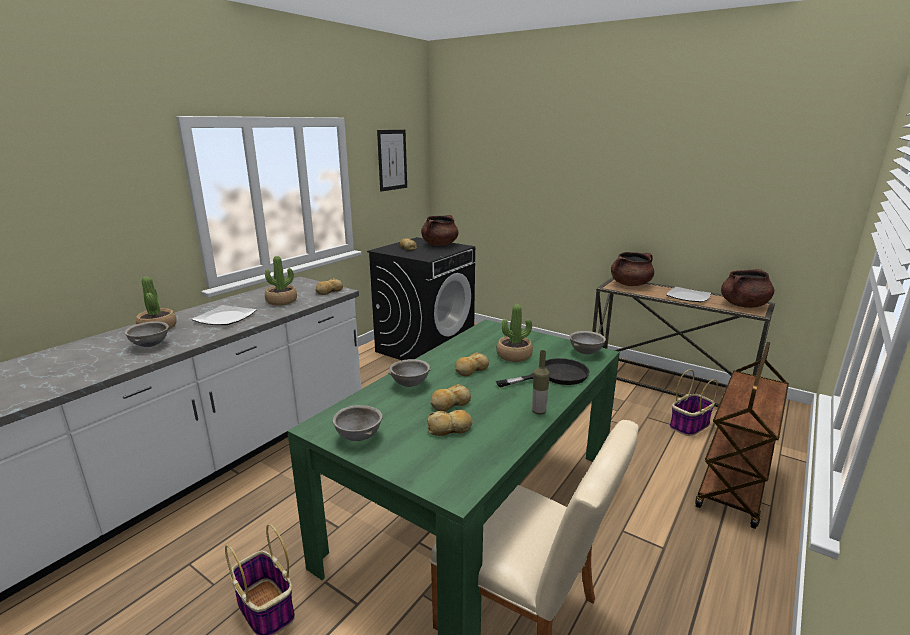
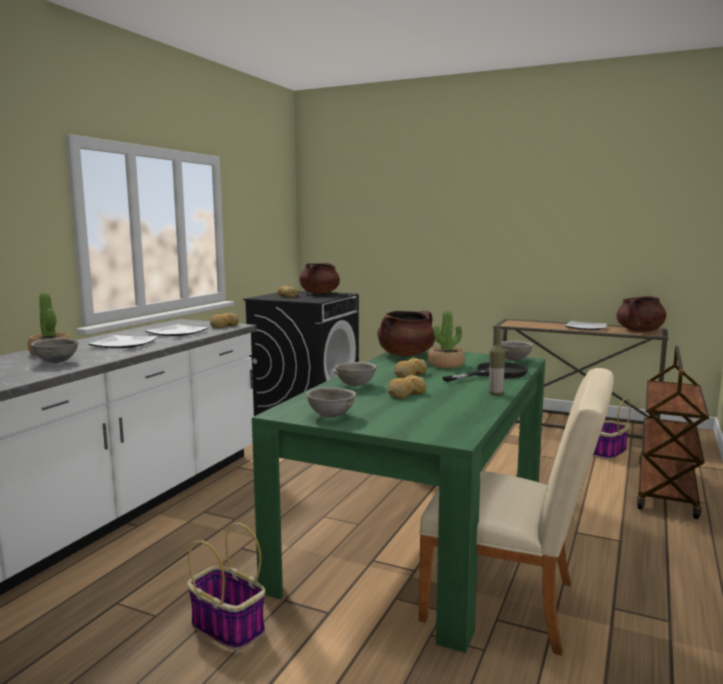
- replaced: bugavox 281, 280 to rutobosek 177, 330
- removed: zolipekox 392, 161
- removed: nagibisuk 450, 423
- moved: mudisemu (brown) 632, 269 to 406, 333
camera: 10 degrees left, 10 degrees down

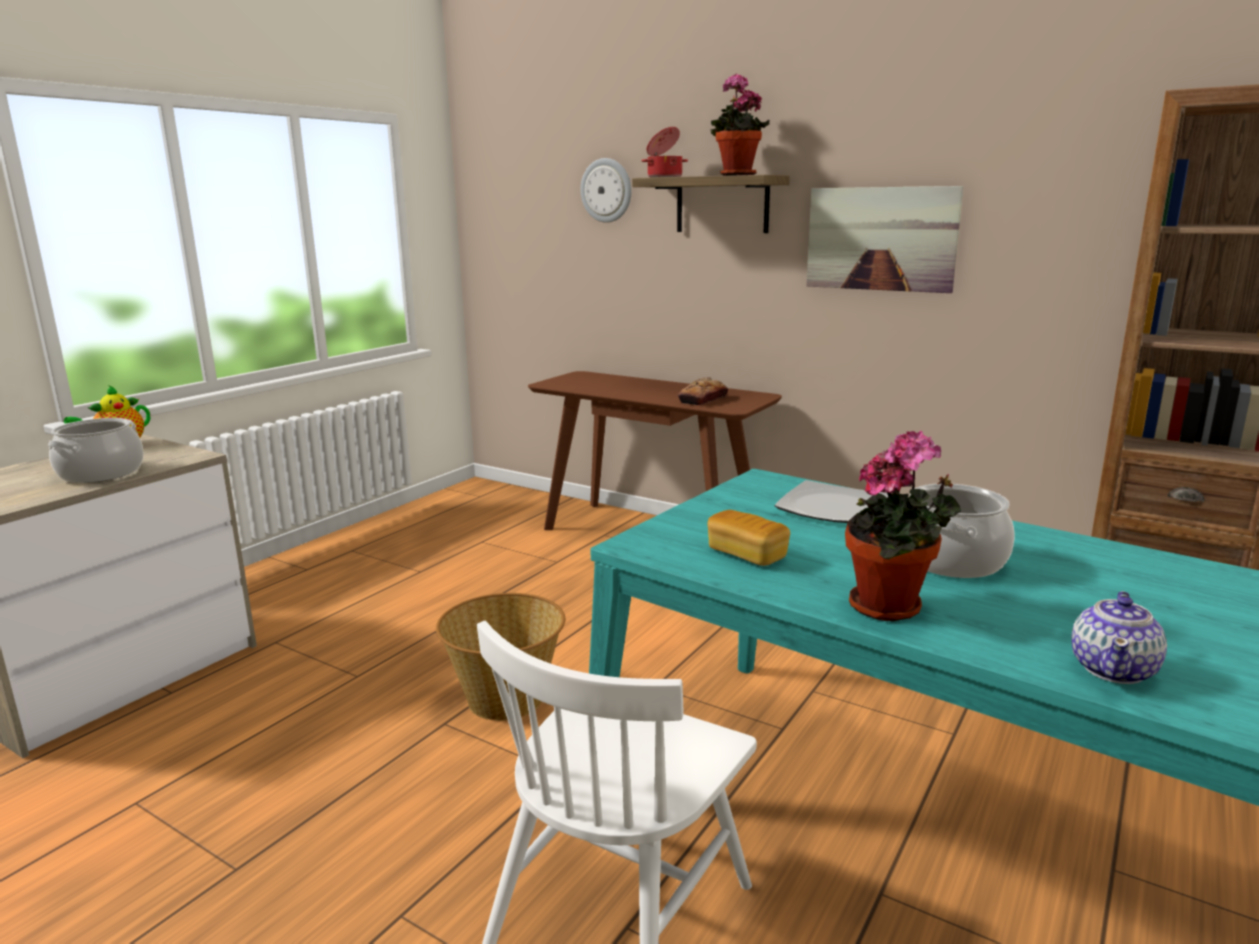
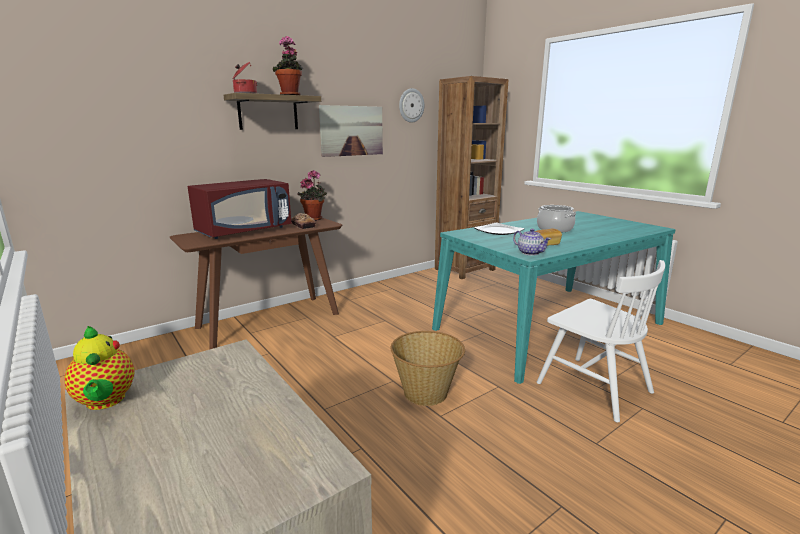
- removed: mudisemu 96, 450
- moved: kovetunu 606, 190 to 411, 105
- moved: bugavox 903, 526 to 312, 195
- moved: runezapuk 1119, 637 to 532, 242
- added: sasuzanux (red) 240, 209
camera: 70 degrees left, 0 degrees up

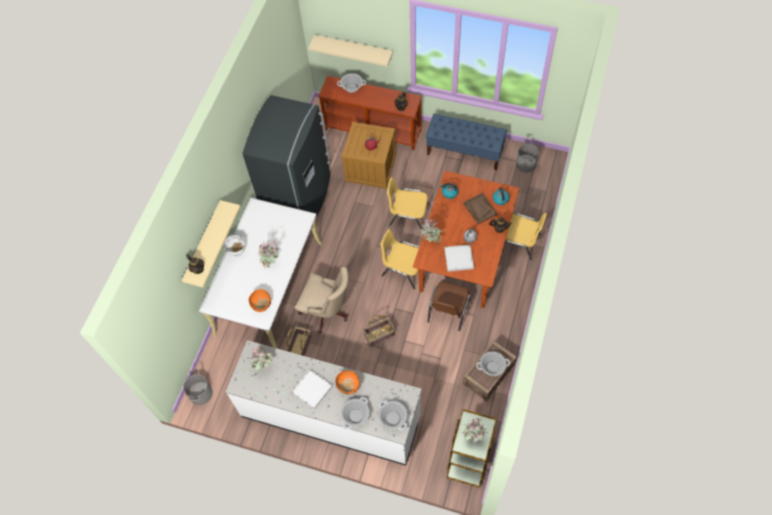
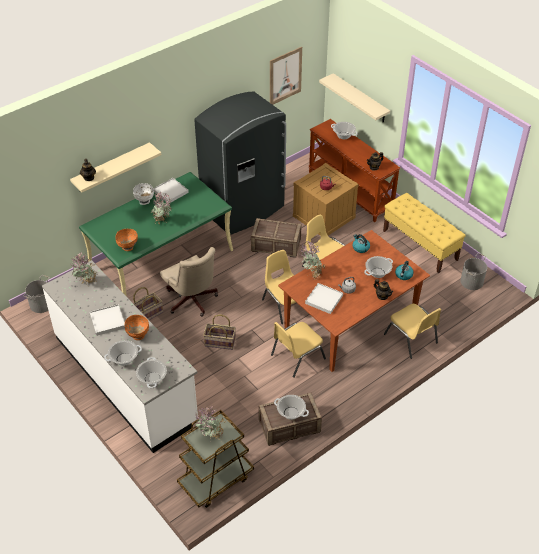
- recoloured: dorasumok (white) 260, 273 to dorasumok (green) 156, 234
- recoloured: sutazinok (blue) 466, 142 to sutazinok (yellow) 424, 233
- recoloured: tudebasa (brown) 449, 306 to tudebasa (yellow) 298, 350
- replaced: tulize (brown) 480, 208 to mudisemu 378, 267
- added: tulize (white) 171, 190
- added: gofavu 276, 238
- added: zolipekox 286, 76
camera: 30 degrees right, 15 degrees down

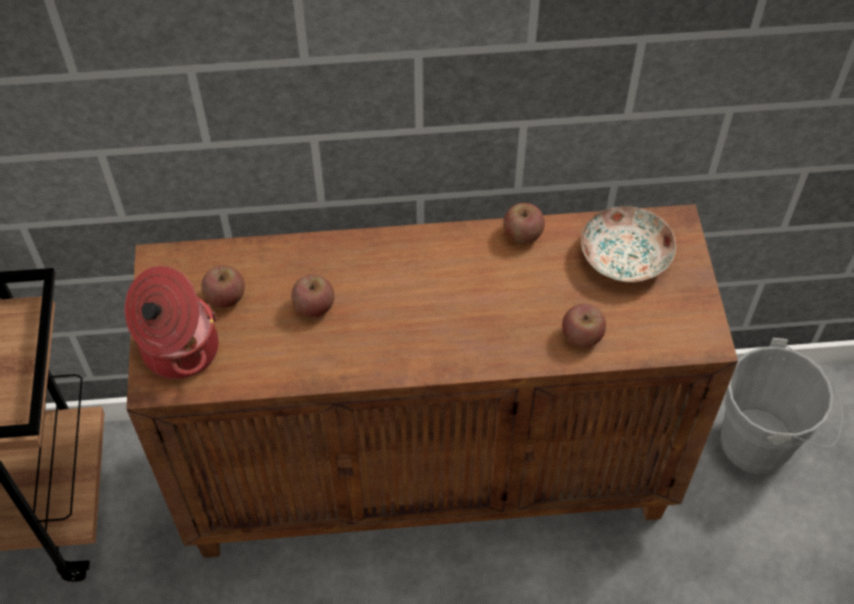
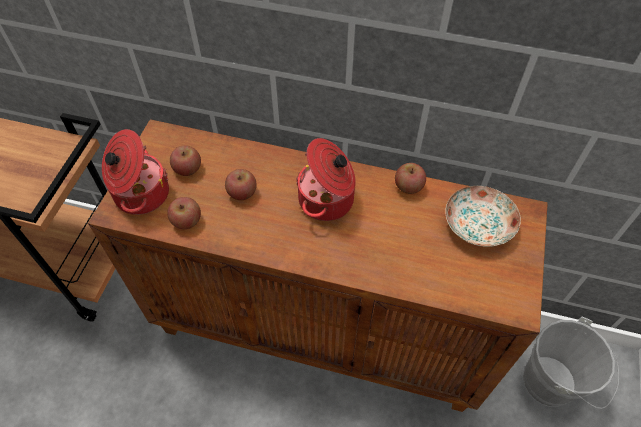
- moved: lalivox 584, 325 to 184, 213
- added: mudisemu 326, 179
camera: 20 degrees right, 0 degrees up

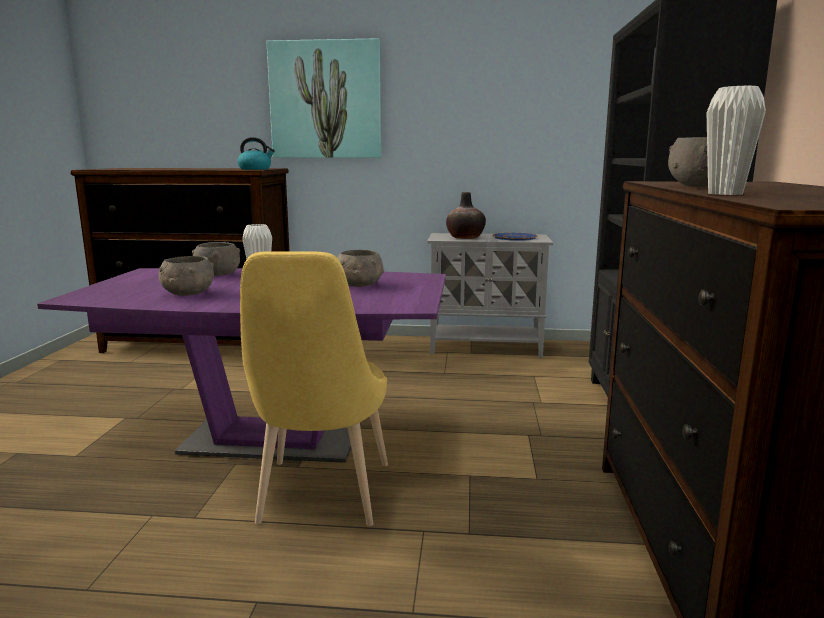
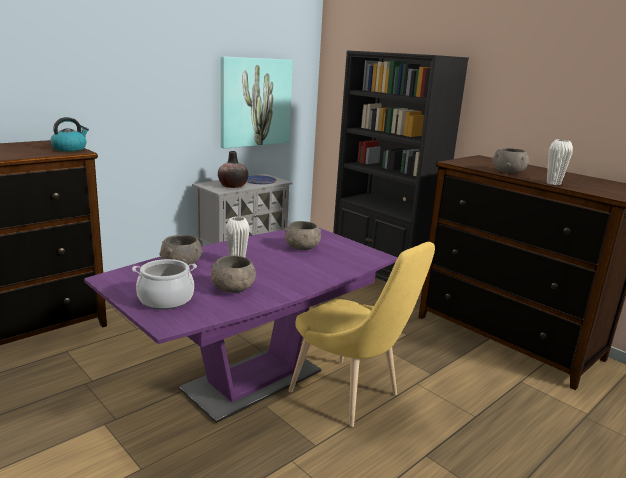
- moved: zolipekox 323, 98 to 257, 102
- added: mudisemu 164, 284
camera: 50 degrees left, 5 degrees up

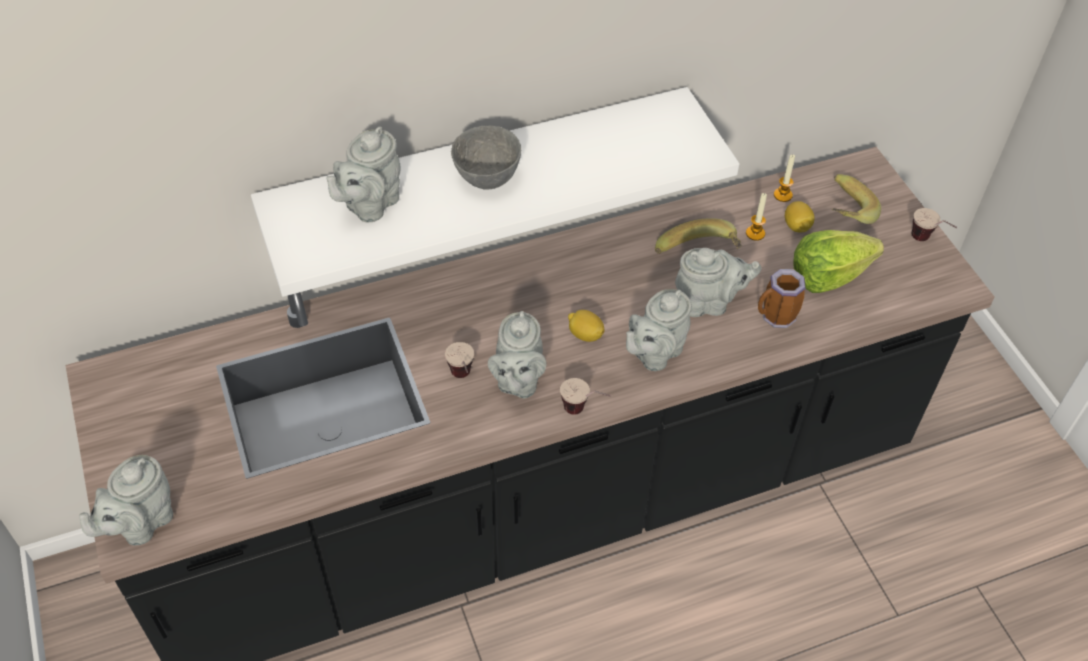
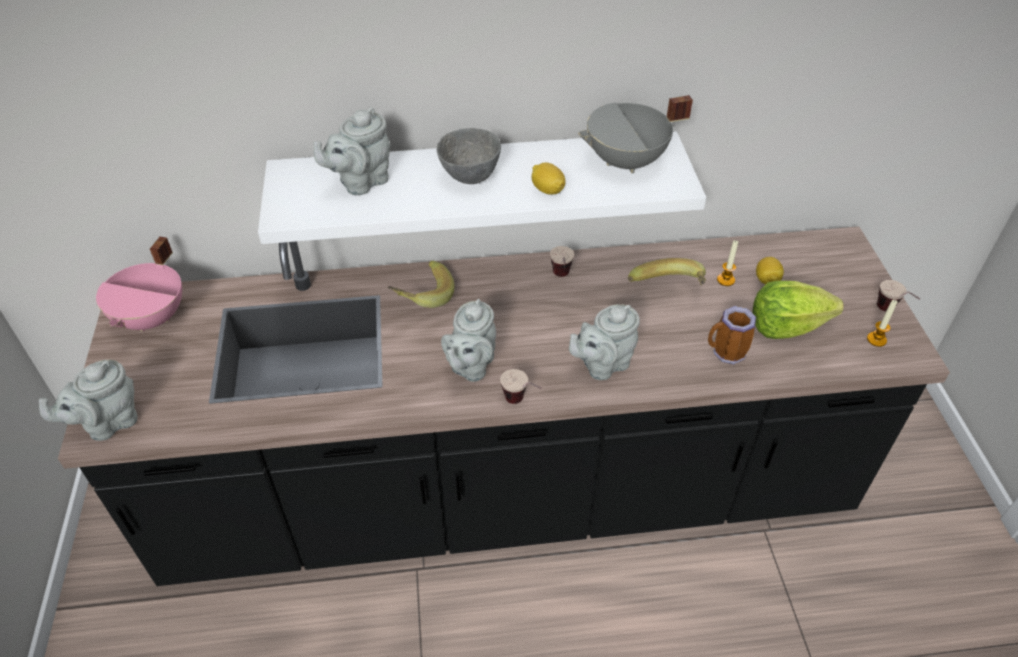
- moved: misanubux 459, 360 to 562, 261
- moved: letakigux 586, 326 to 549, 178
- removed: runezapuk (grey) 718, 282
- moved: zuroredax 784, 178 to 882, 323
- moved: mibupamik 856, 199 to 421, 284
- added: mudisemu (pink) 139, 284
- added: mudisemu (grey) 635, 134
camera: 15 degrees right, 5 degrees down

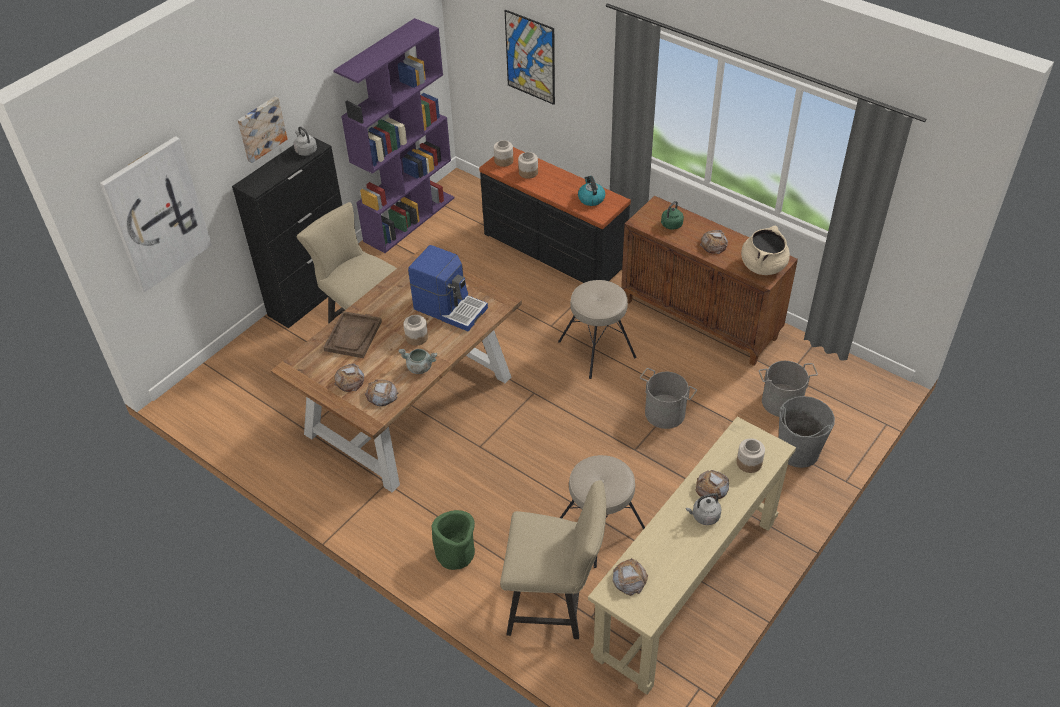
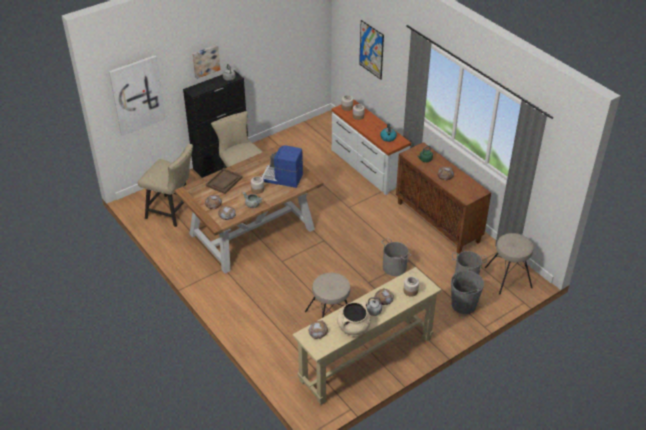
- removed: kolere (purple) 393, 135
- turned: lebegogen 448, 288 = 282, 166 150 degrees clockwise
- removed: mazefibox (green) 453, 540
- recoloured: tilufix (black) 555, 215 to tilufix (white) 371, 147
- moved: tudebasa (beige) 553, 559 to 165, 185
- moved: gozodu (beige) 597, 329 to 509, 263
- moved: mudisemu (beige) 765, 250 to 354, 318
camera: 15 degrees right, 5 degrees down

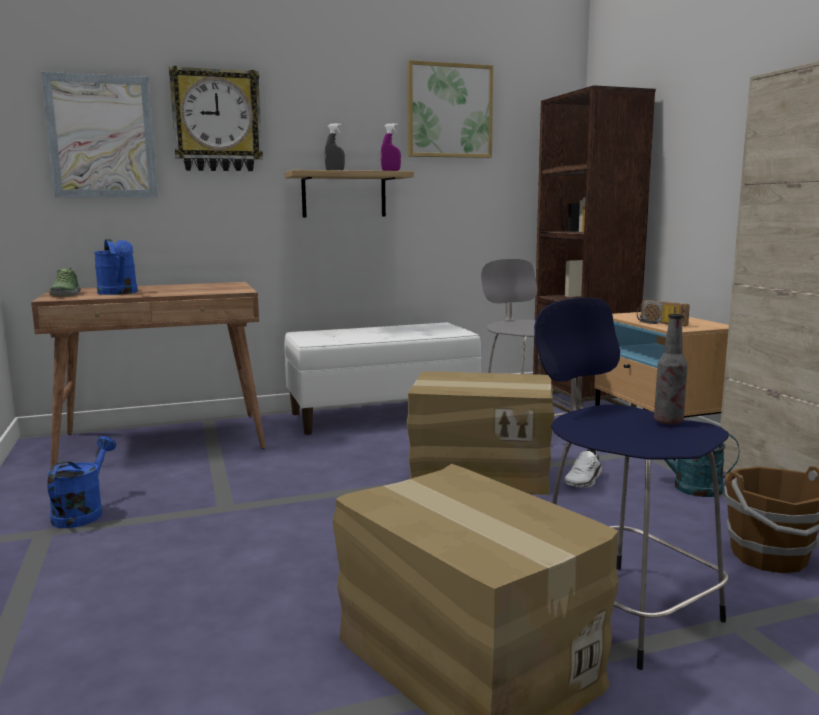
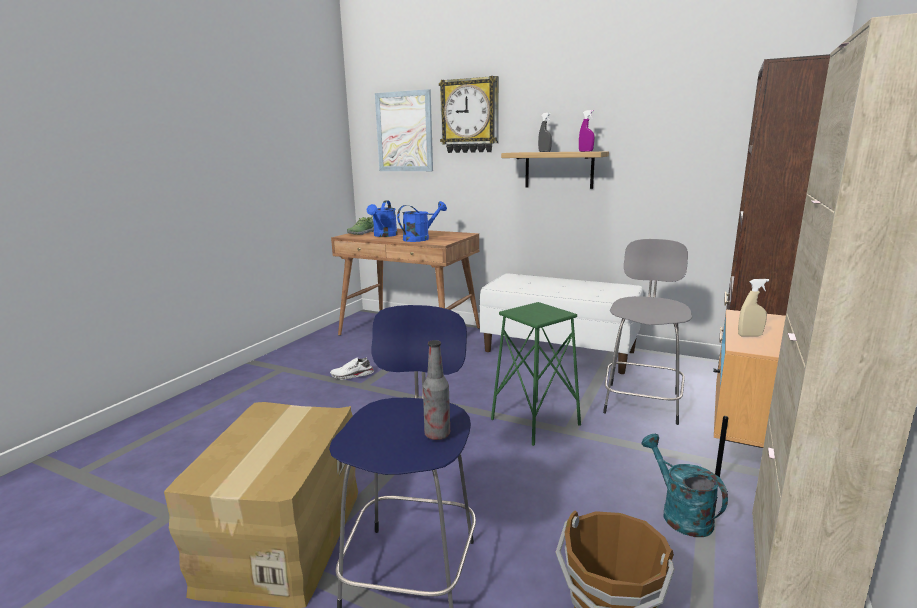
- moved: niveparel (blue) 81, 482 to 422, 221
- removed: zolipekox 450, 109
- replaced: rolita 480, 433 to gozodu (green) 536, 374
- moved: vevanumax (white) 583, 468 to 352, 368
- replaced: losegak 663, 313 to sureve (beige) 753, 308
camera: 45 degrees right, 5 degrees up

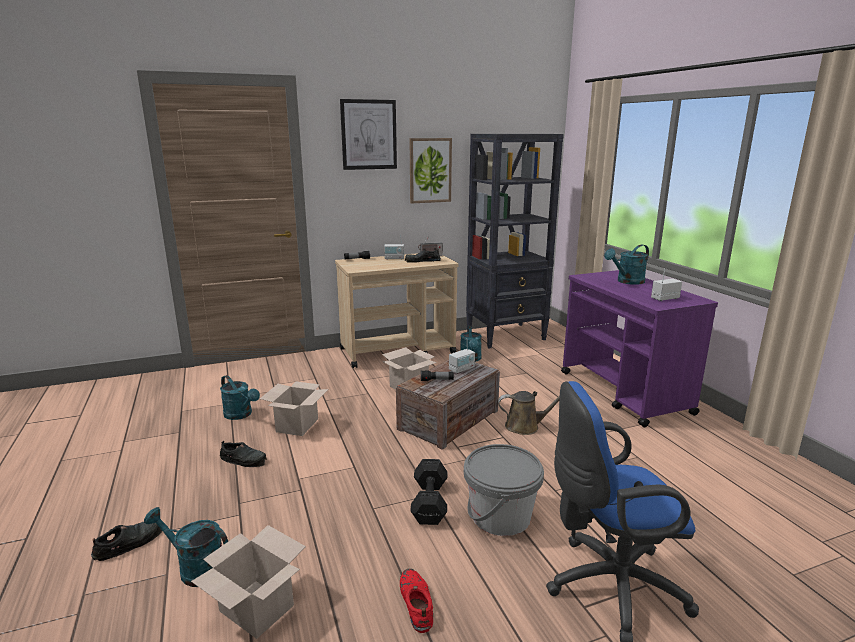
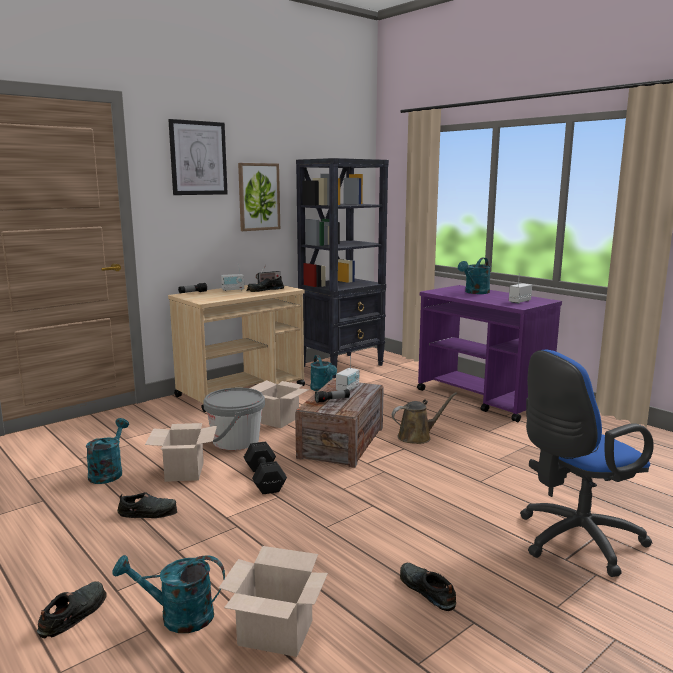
- turned: niveparel (turquoise) 240, 397 = 107, 451 105 degrees counterclockwise
- recoloured: vevanumax (red) 416, 601 to vevanumax (black) 428, 587
- moved: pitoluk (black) 428, 492 to 265, 467
- moved: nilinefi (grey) 504, 490 to 234, 419
camera: 20 degrees left, 5 degrees down

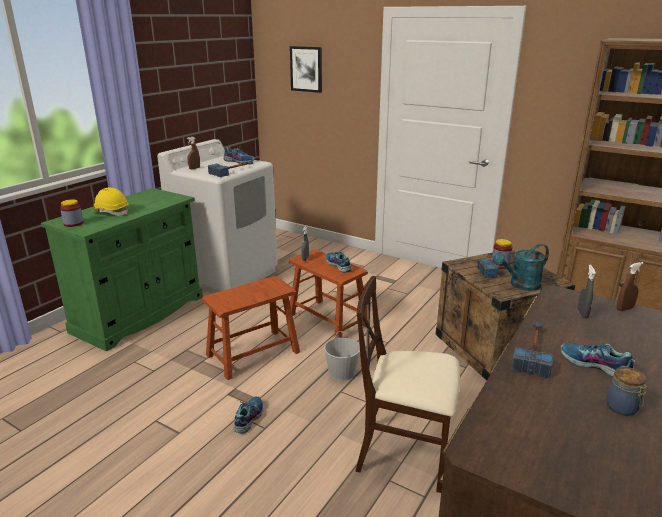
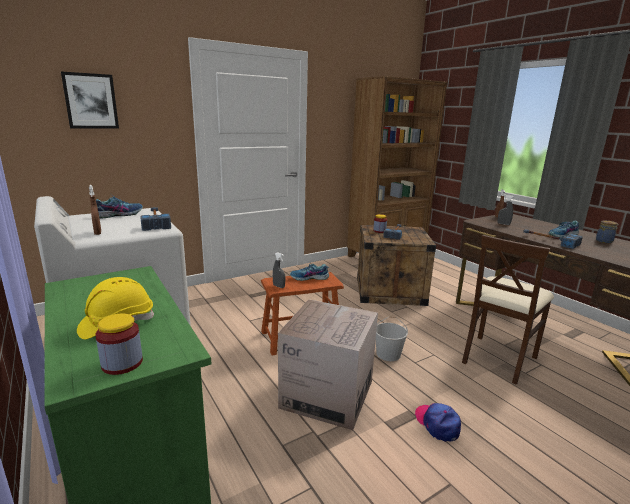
- replaced: gozodu (brown) 251, 328 to rolita 328, 364
- replaced: vevanumax 248, 415 to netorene 438, 422
- removed: niveparel (turquoise) 521, 267
camera: 65 degrees left, 5 degrees down

